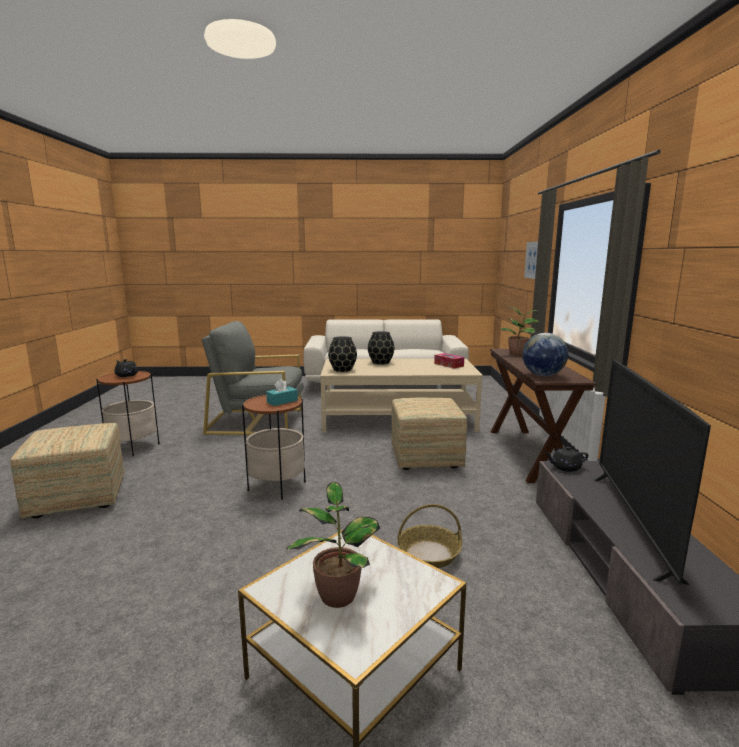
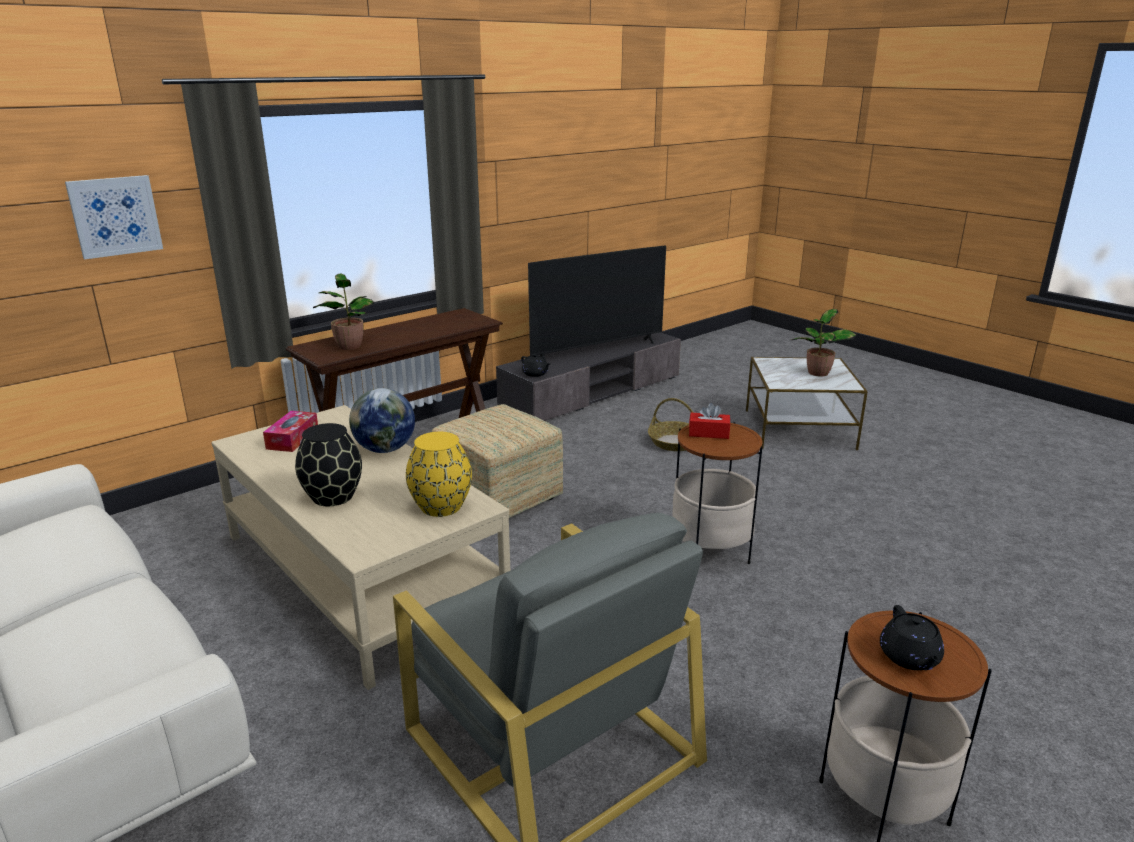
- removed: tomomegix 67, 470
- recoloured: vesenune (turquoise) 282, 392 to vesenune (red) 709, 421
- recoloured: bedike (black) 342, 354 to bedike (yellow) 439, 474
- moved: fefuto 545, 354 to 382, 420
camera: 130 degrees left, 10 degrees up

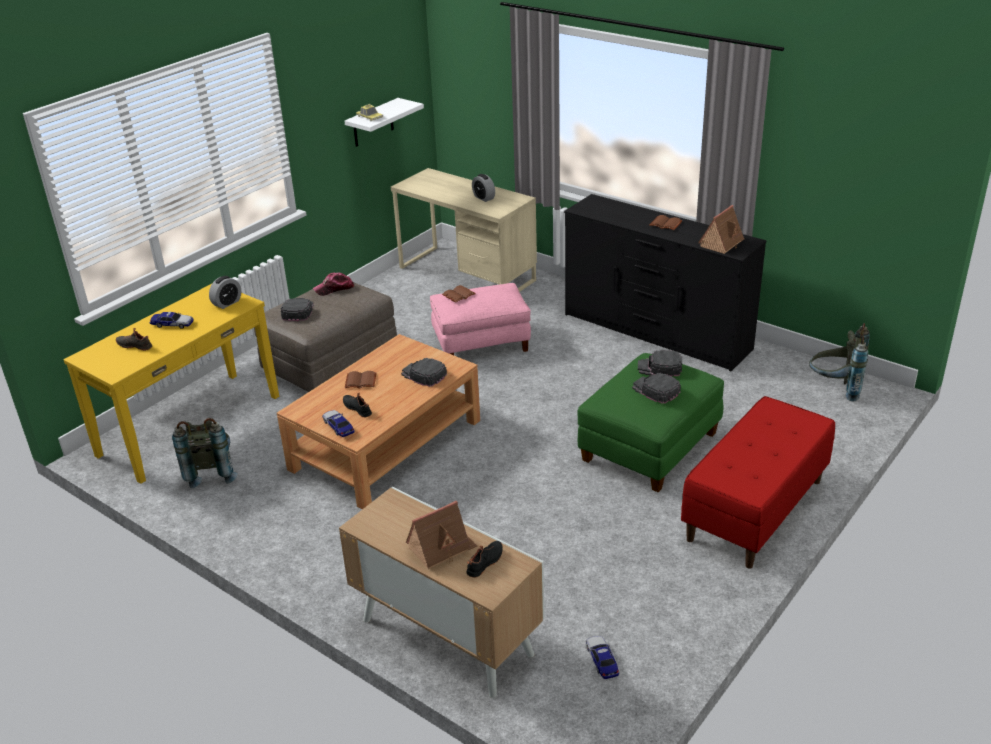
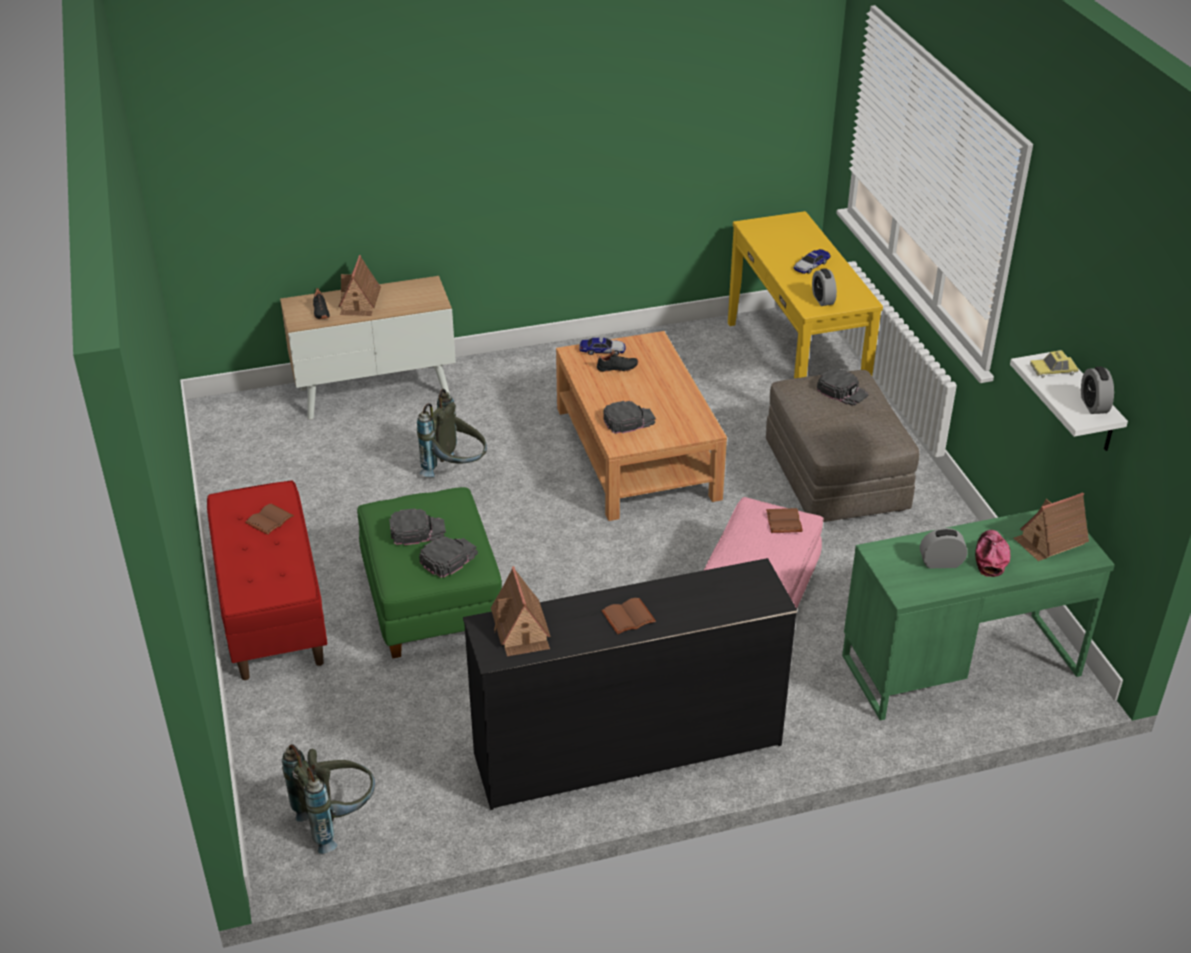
- removed: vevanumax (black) 134, 339
- moved: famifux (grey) 204, 453 to 452, 433
- moved: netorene 333, 284 to 992, 553
- moved: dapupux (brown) 360, 379 to 269, 519
- recoloured: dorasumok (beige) 464, 230 to dorasumok (green) 978, 614
- removed: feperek 602, 657
- added: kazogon 1051, 526
- added: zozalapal 1097, 390
camera: 125 degrees right, 5 degrees up

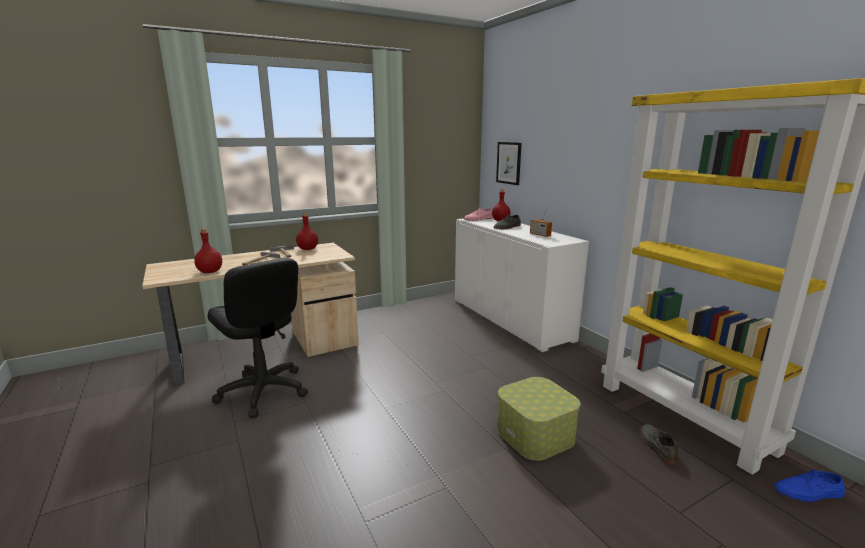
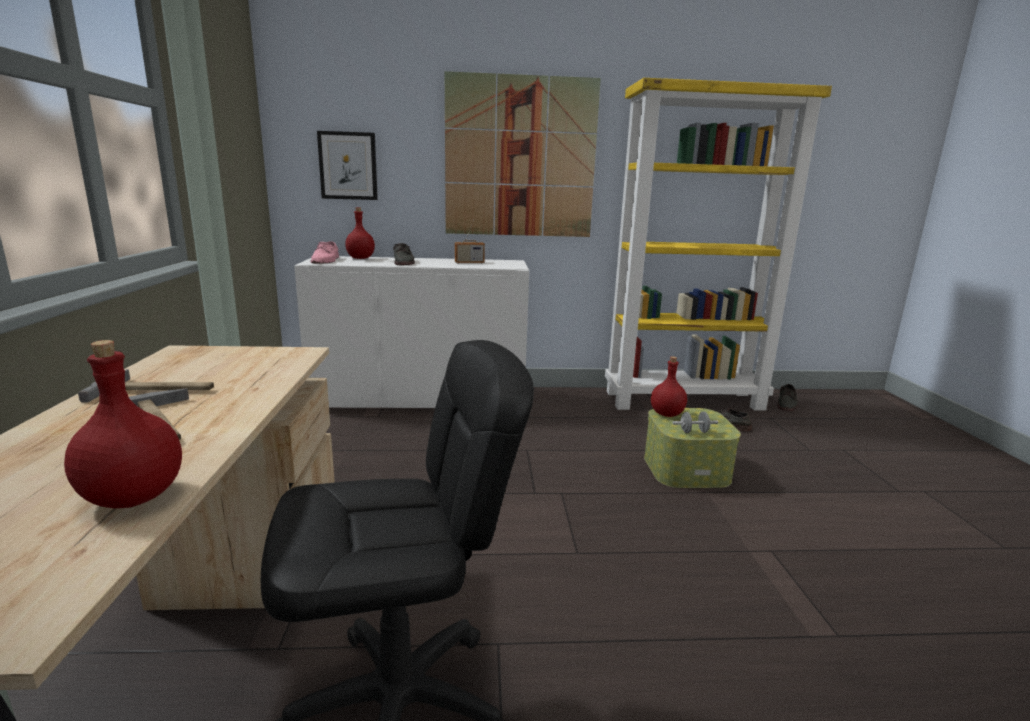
- moved: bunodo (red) 307, 231 to 669, 386
- recoloured: vevanumax (blue) 809, 485 to vevanumax (grey) 787, 397
- added: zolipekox 523, 154
- added: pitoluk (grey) 695, 422
camera: 65 degrees left, 0 degrees up

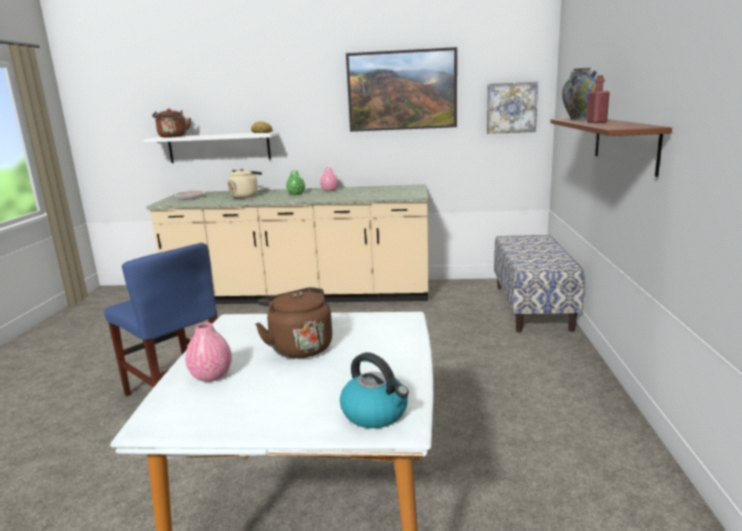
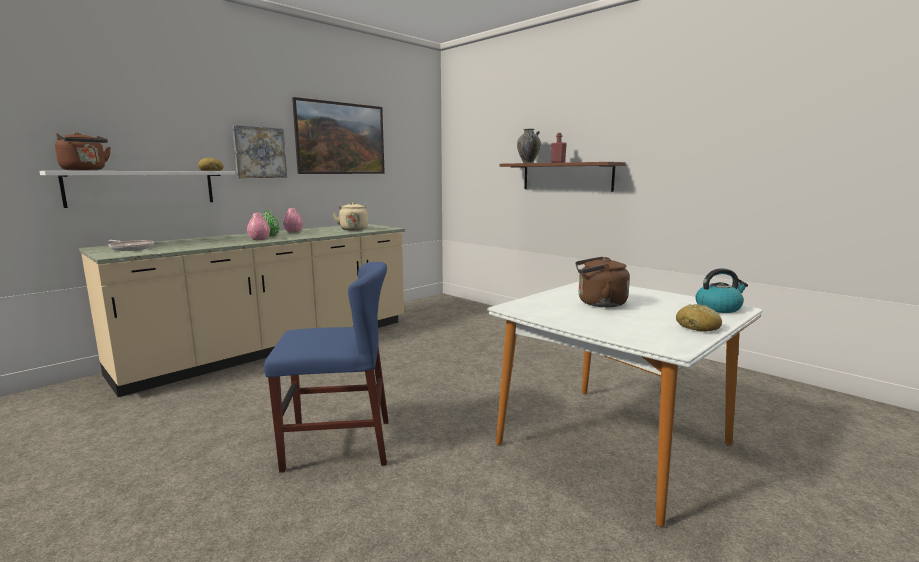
- moved: bedike (pink) 208, 352 to 258, 226
- moved: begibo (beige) 244, 183 to 350, 216
- moved: zolipekox 512, 108 to 259, 151
- removed: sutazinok 539, 283
- added: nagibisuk 699, 318
camera: 50 degrees left, 5 degrees down

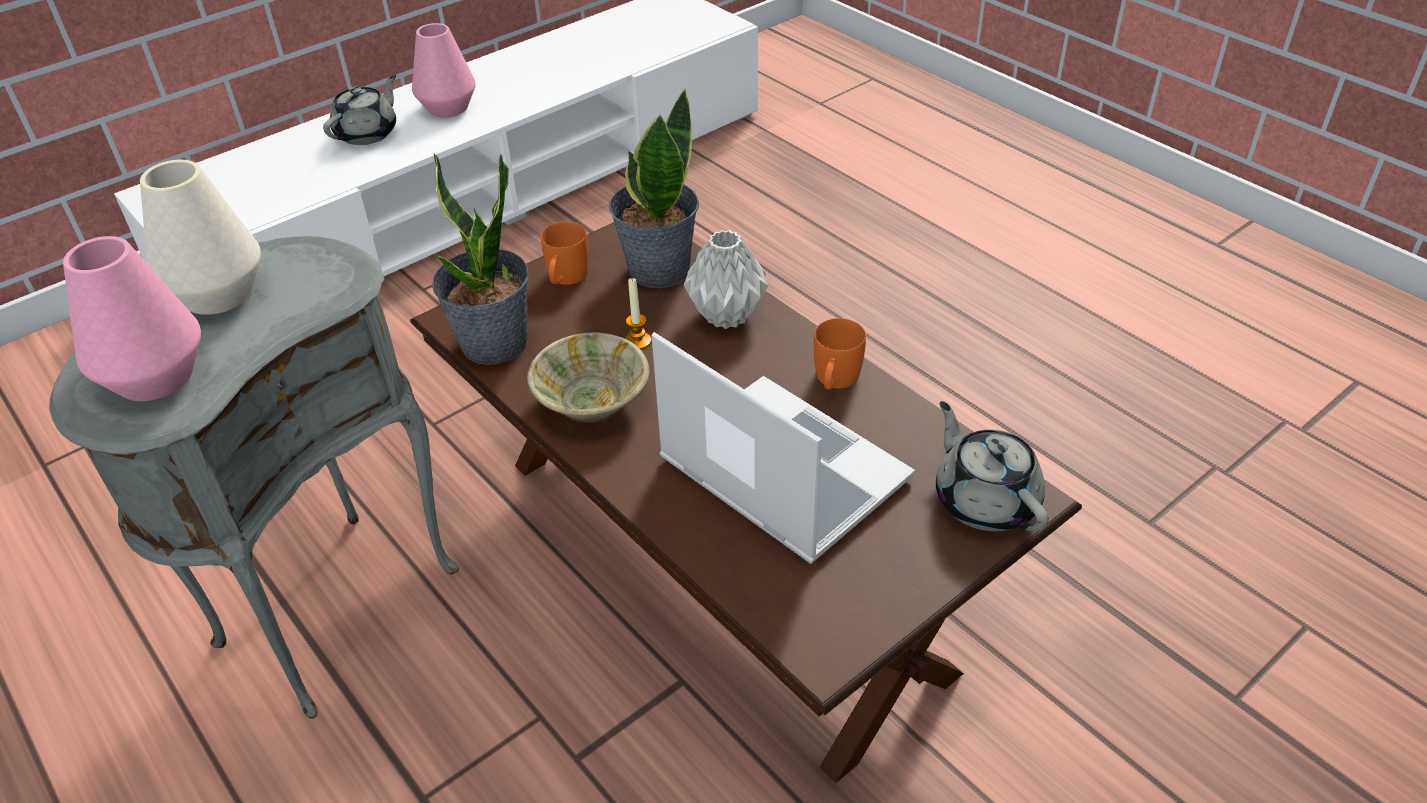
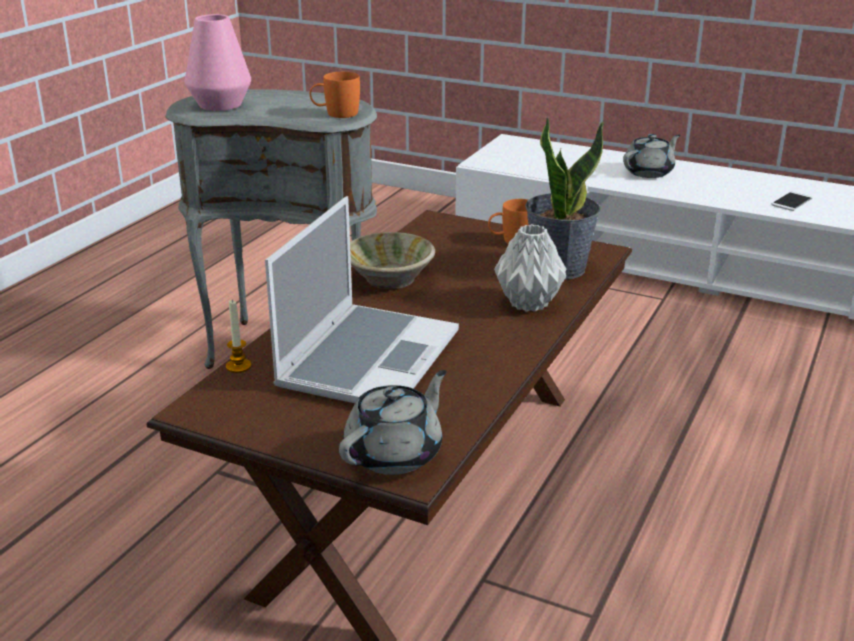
- removed: bedike (white) 200, 237
- turned: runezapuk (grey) 359, 110 = 651, 156 45 degrees counterclockwise
- removed: bedike (pink) 444, 70
- removed: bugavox 480, 259
- moved: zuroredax 638, 314 to 239, 336
- moved: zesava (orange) 840, 354 to 335, 95
- added: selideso 791, 201
camera: 65 degrees right, 15 degrees down

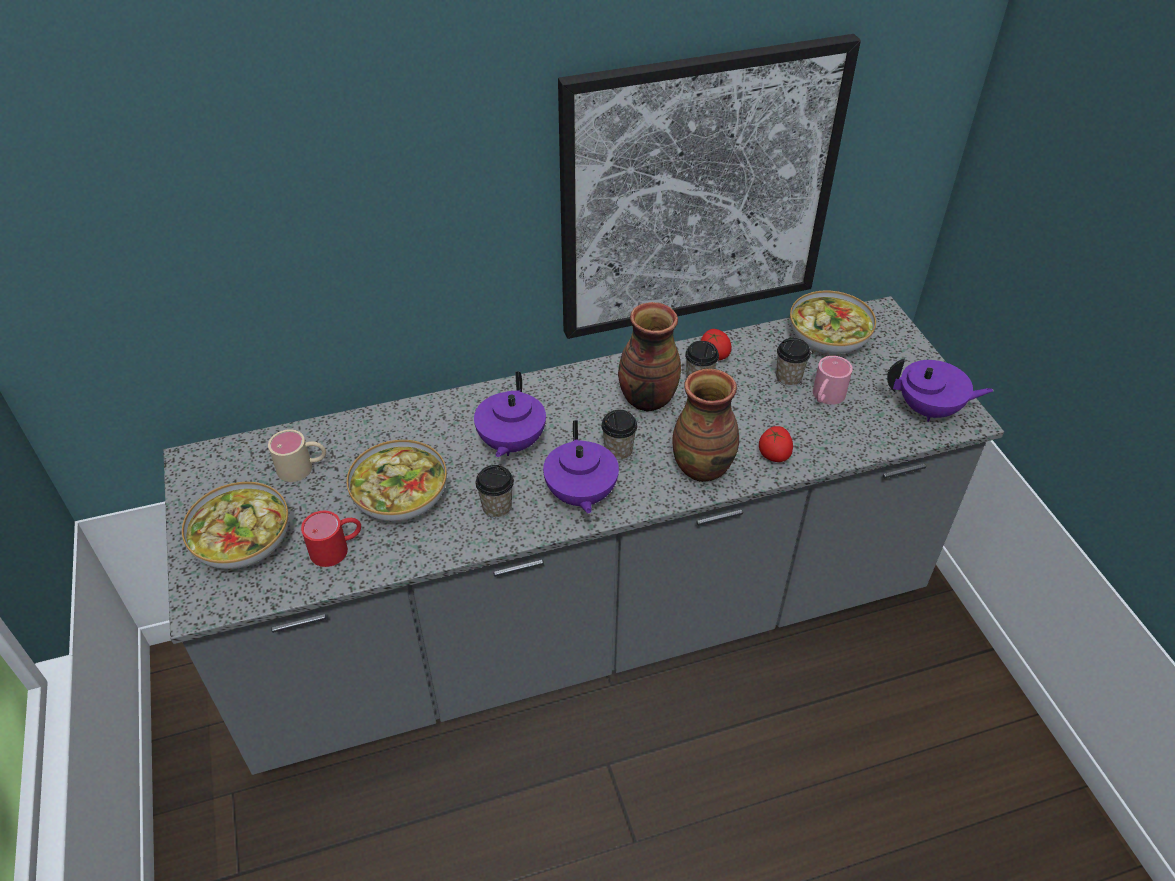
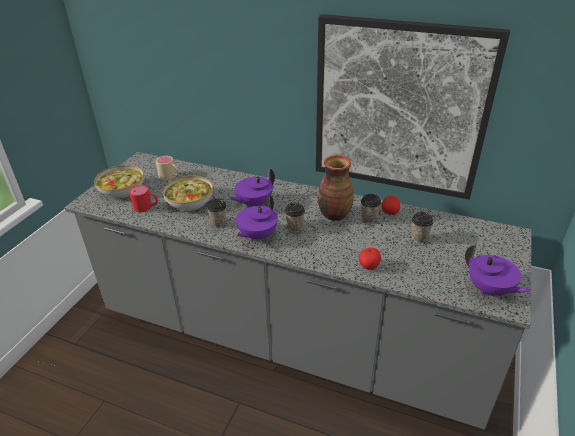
- removed: bedike 705, 425
- removed: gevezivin 833, 323
- removed: zesava (pink) 833, 380
camera: 40 degrees right, 10 degrees down

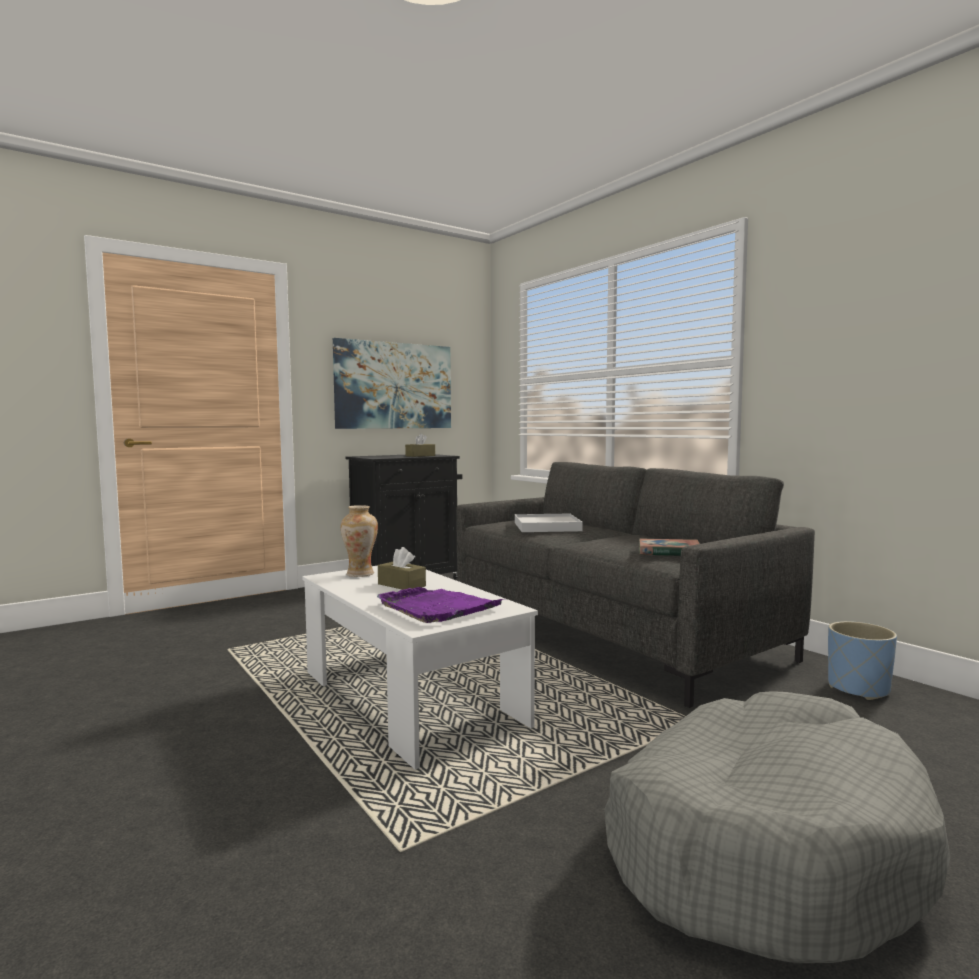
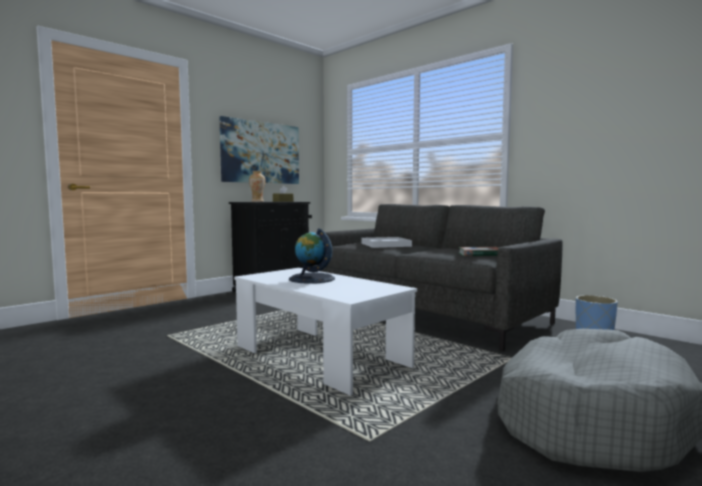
- moved: bedike 359, 541 to 257, 186
- removed: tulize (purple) 440, 605
- replaced: vesenune (brown) 402, 568 to fefuto 312, 256
camera: 10 degrees left, 0 degrees up

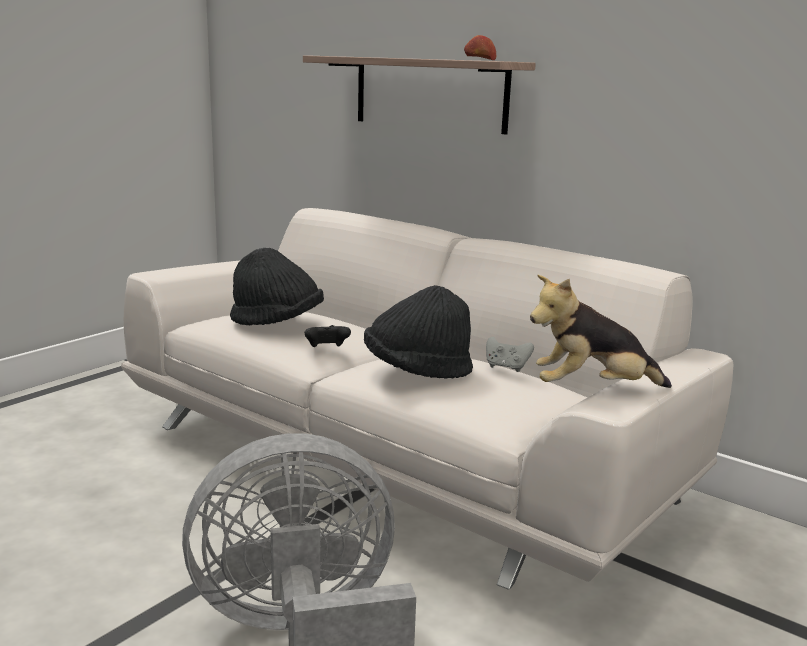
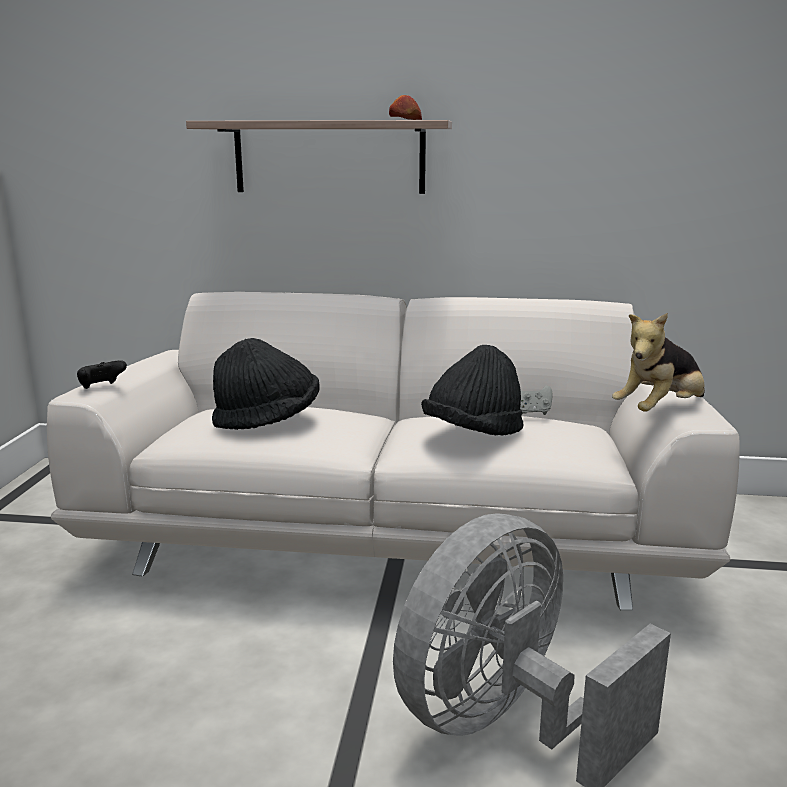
- moved: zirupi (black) 328, 336 to 102, 374
camera: 30 degrees left, 0 degrees up

